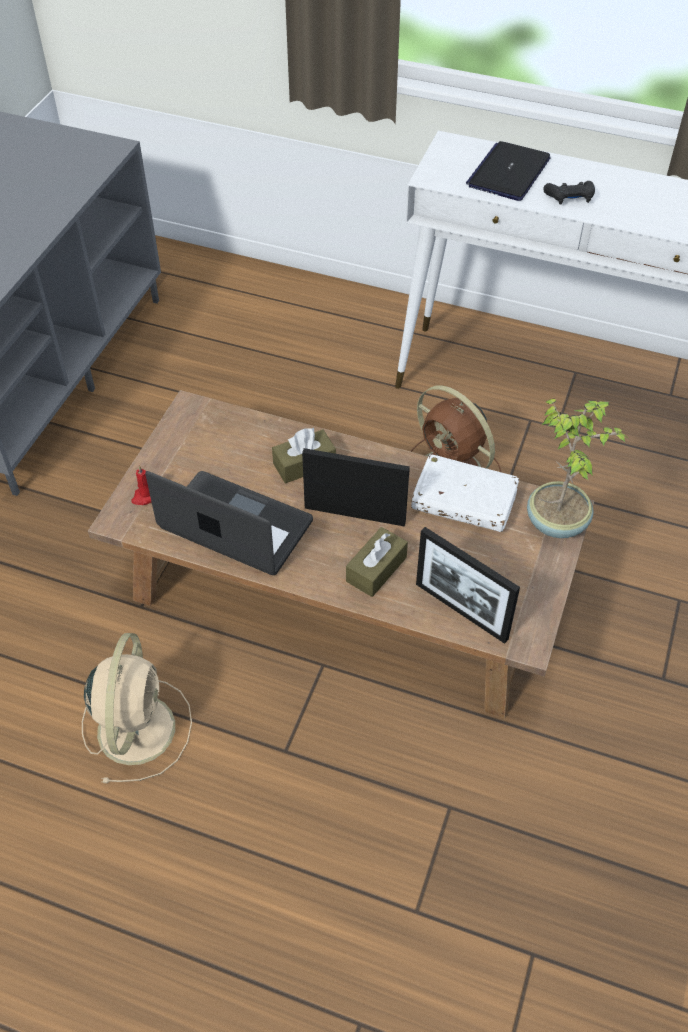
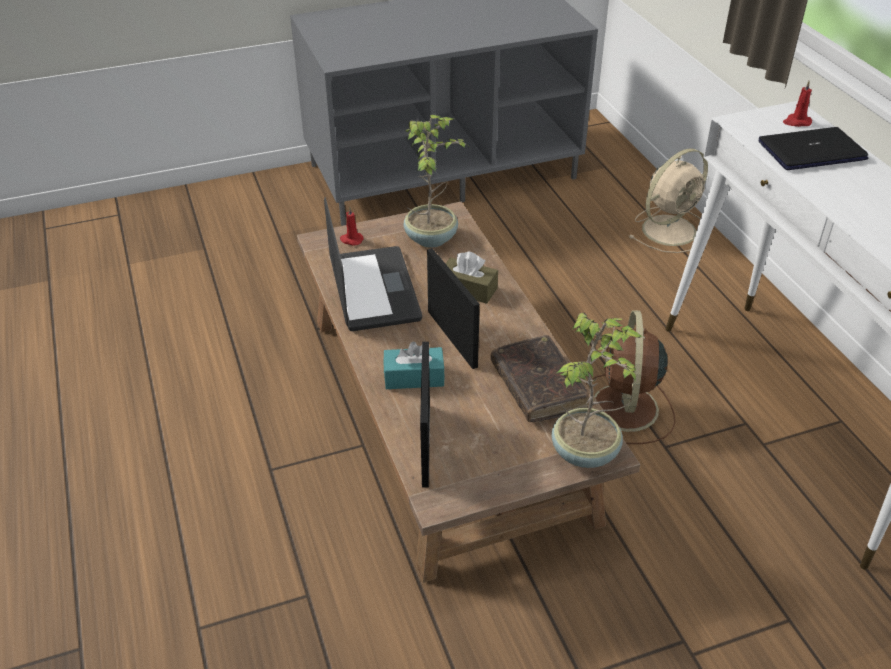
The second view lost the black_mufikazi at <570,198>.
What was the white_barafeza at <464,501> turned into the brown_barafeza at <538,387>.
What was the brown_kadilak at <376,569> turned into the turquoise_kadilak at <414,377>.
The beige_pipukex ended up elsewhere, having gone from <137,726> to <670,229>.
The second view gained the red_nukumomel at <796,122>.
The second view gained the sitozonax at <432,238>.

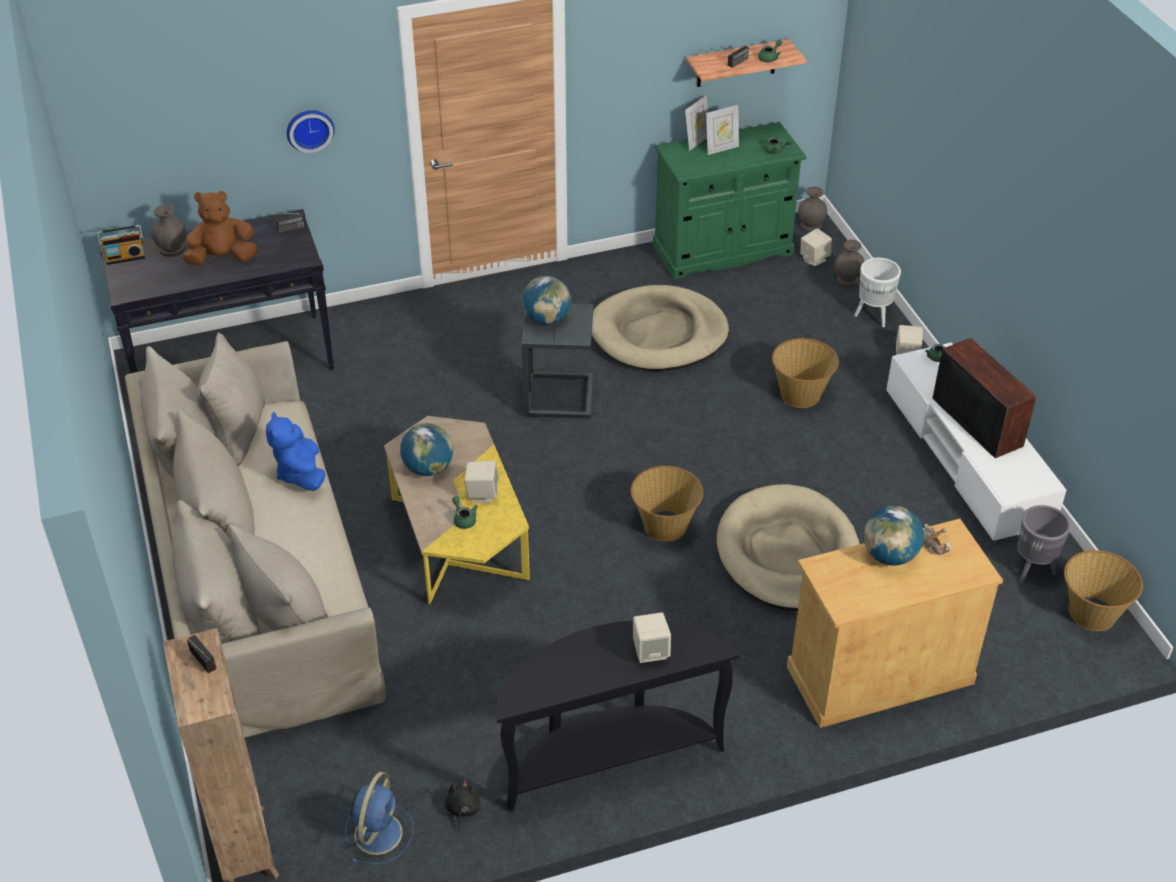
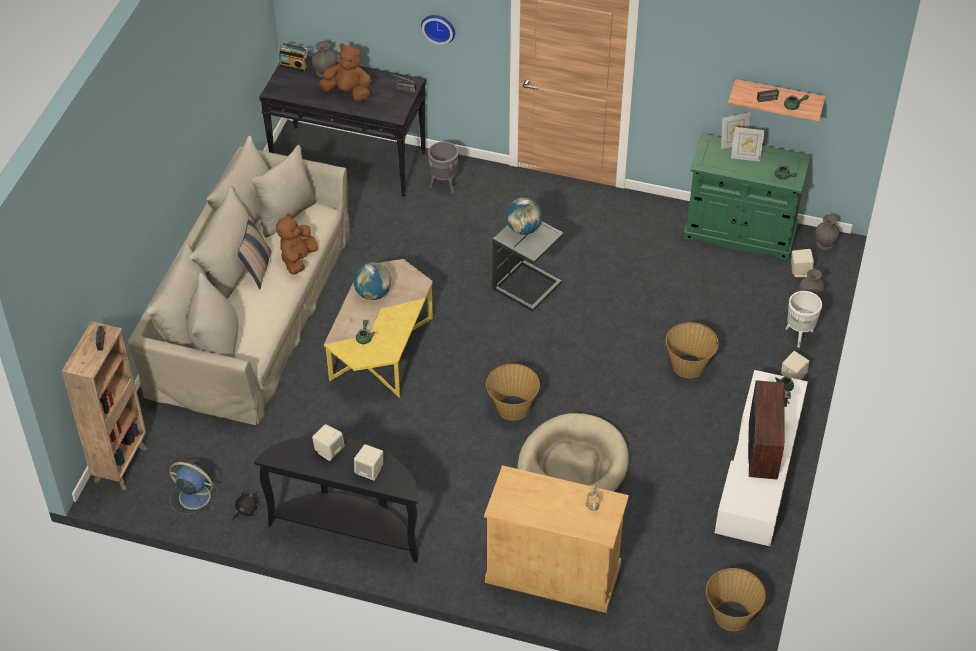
The second view lost the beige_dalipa at <659,334>.
What was the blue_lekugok at <301,474> turned into the brown_lekugok at <298,259>.
The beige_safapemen ended up elsewhere, having gone from <482,494> to <329,451>.
The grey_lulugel ended up elsewhere, having gone from <1033,570> to <443,185>.
The second view lost the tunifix at <889,556>.
The blue_pipukex at <379,832> ended up facing another way, 120 degrees counterclockwise from before.
The second view gained the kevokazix at <257,269>.

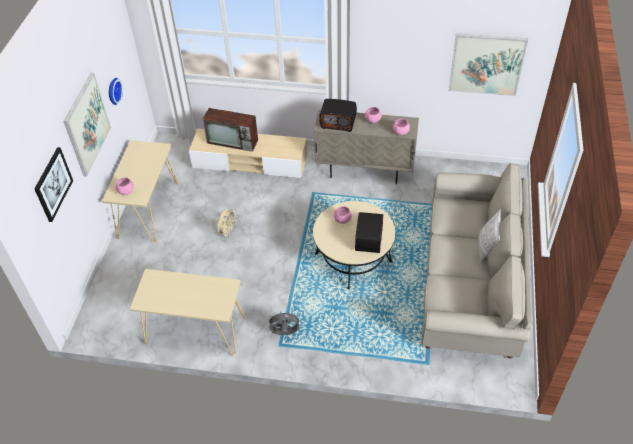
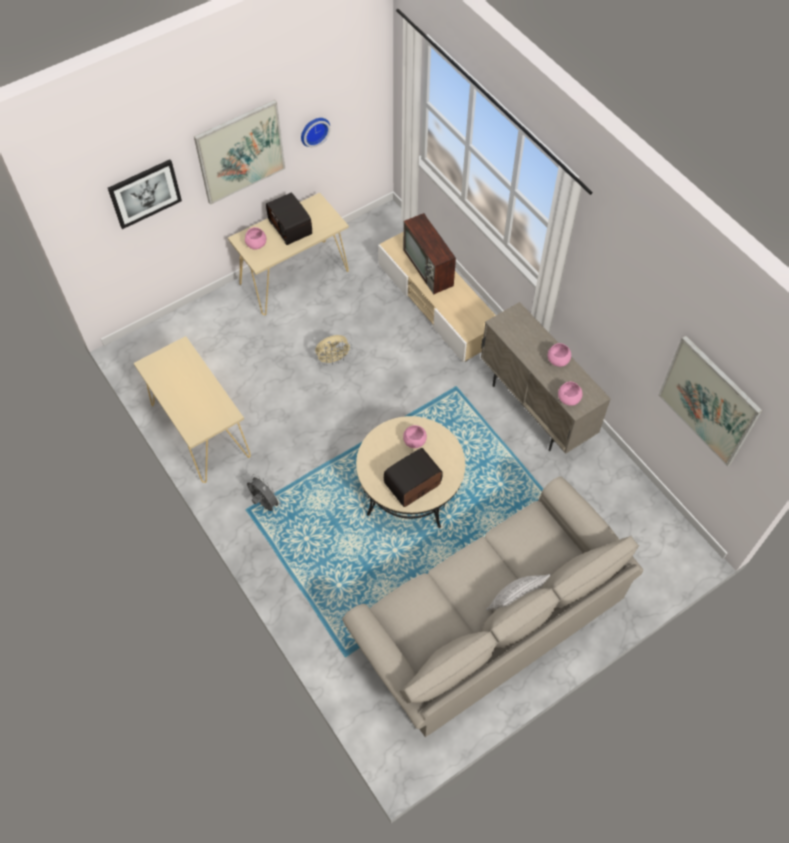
The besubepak ended up elsewhere, having gone from <338,122> to <291,227>.

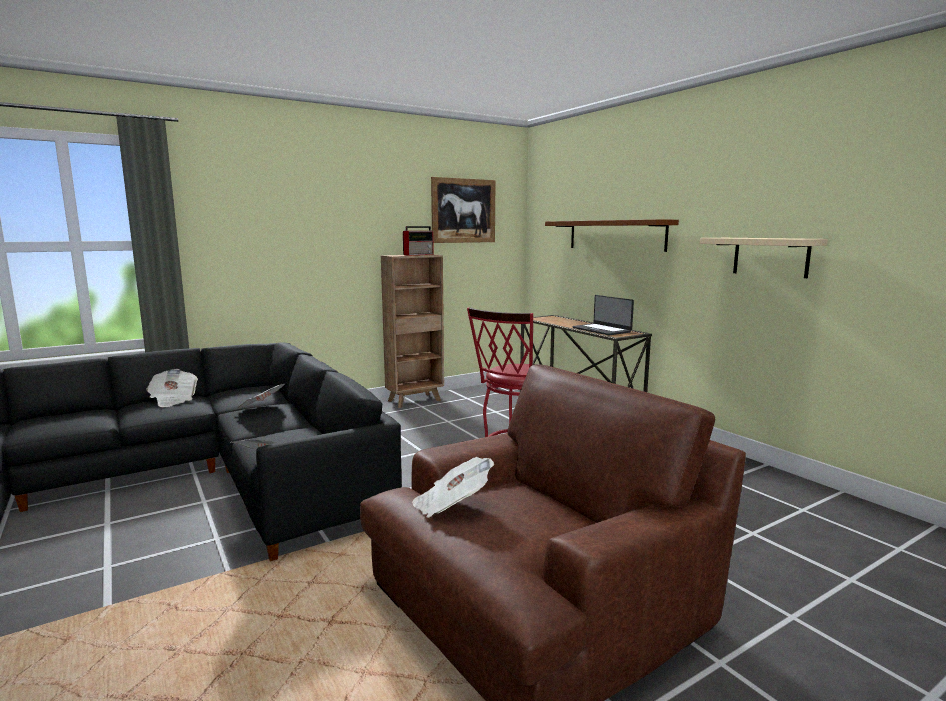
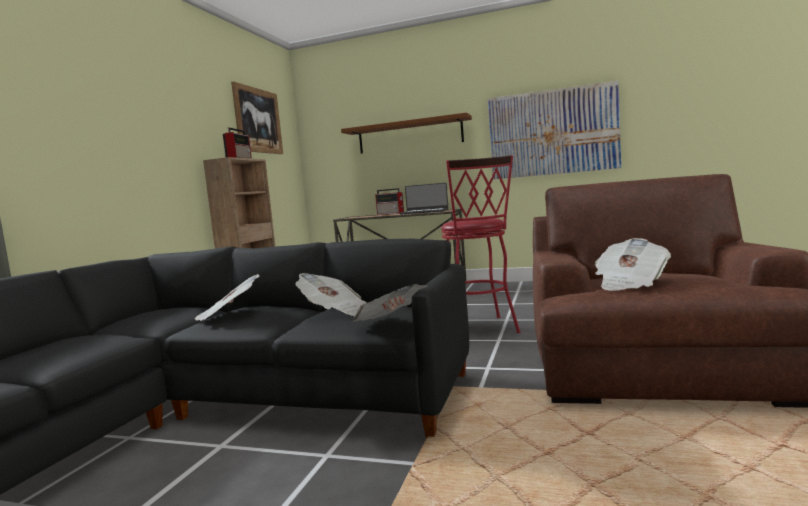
Where the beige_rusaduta hung at <770,257>, the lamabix came to hang at <552,132>.
The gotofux ended up elsewhere, having gone from <173,400> to <334,312>.
The second view gained the besubepak at <391,214>.

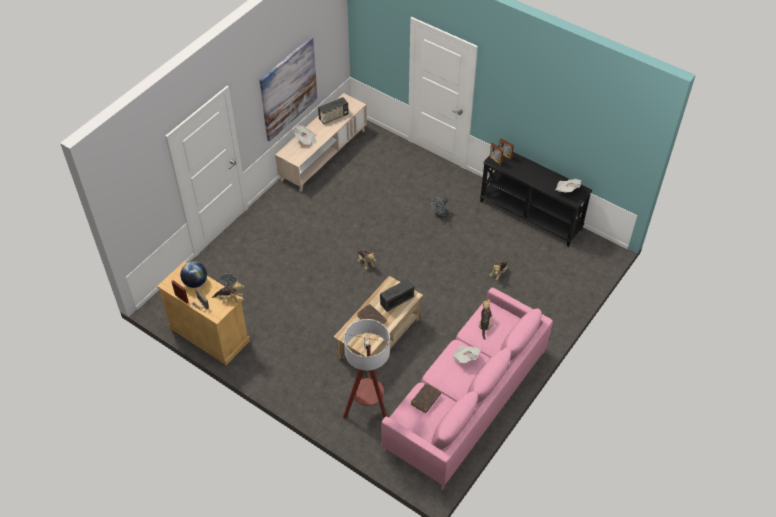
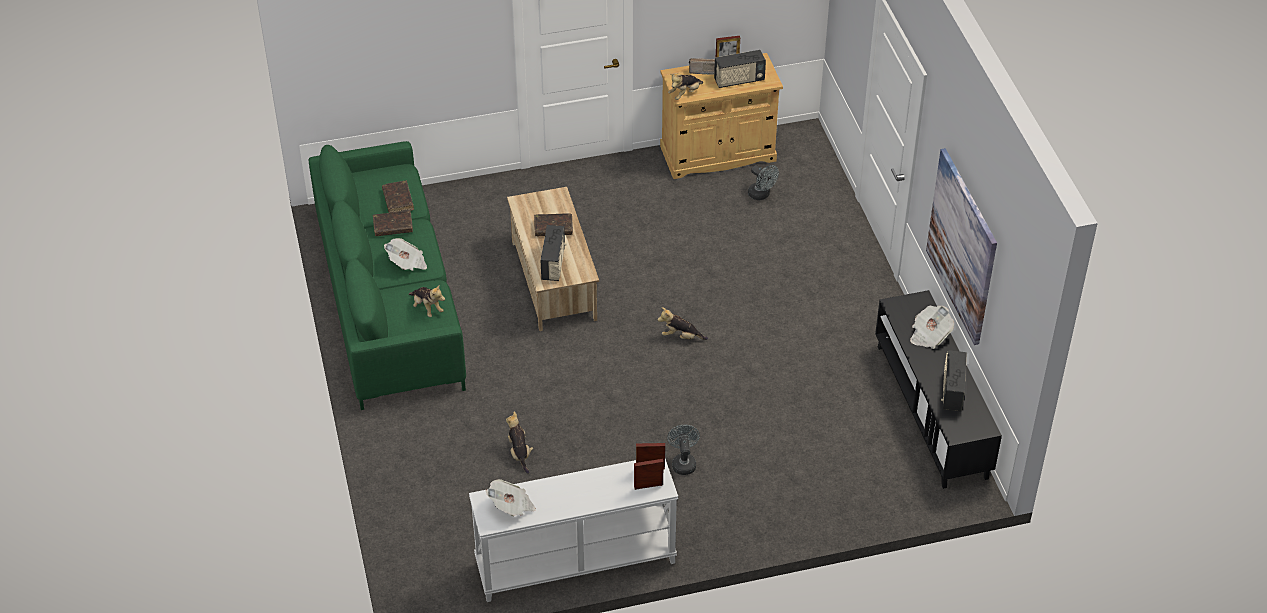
What was the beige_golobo at <323,155> turned into the black_golobo at <931,410>.
What was the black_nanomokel at <531,215> turned into the white_nanomokel at <575,563>.
Where the tunifix stood at <195,282>, the besubepak came to stand at <739,80>.
What was the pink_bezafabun at <466,399> turned into the green_bezafabun at <390,300>.
The second view lost the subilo at <368,411>.
The second view gained the brown_barafeza at <393,227>.

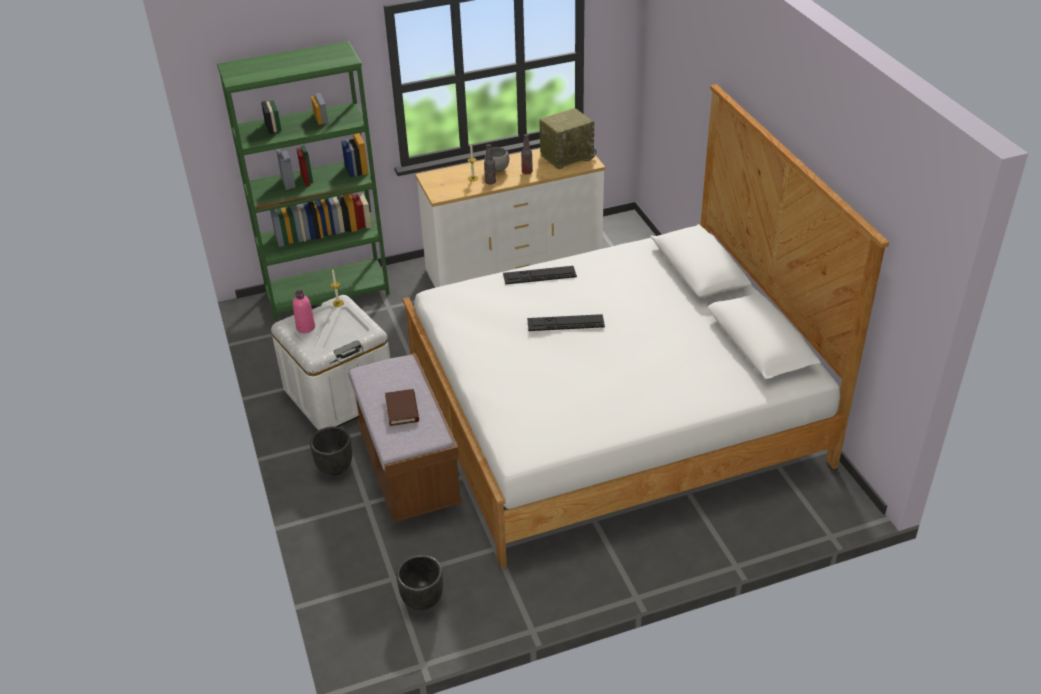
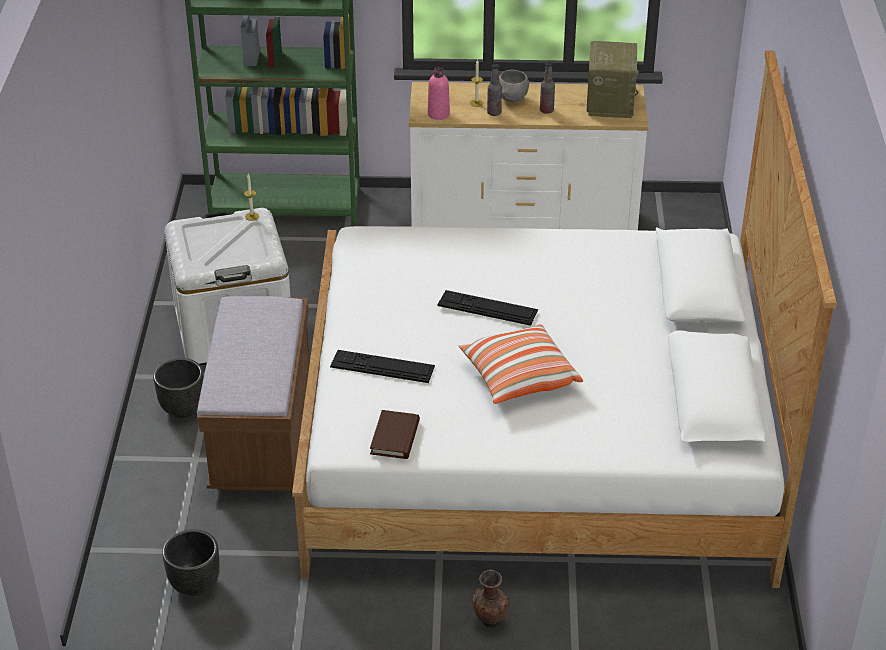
The besubepak at <567,156> ended up facing another way, 75 degrees counterclockwise from before.
The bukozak ended up elsewhere, having gone from <539,275> to <382,366>.
The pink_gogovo ended up elsewhere, having gone from <305,327> to <438,114>.
The brown_barafeza ended up elsewhere, having gone from <402,409> to <395,437>.
The second view gained the kevokazix at <519,377>.
The second view gained the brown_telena at <489,623>.

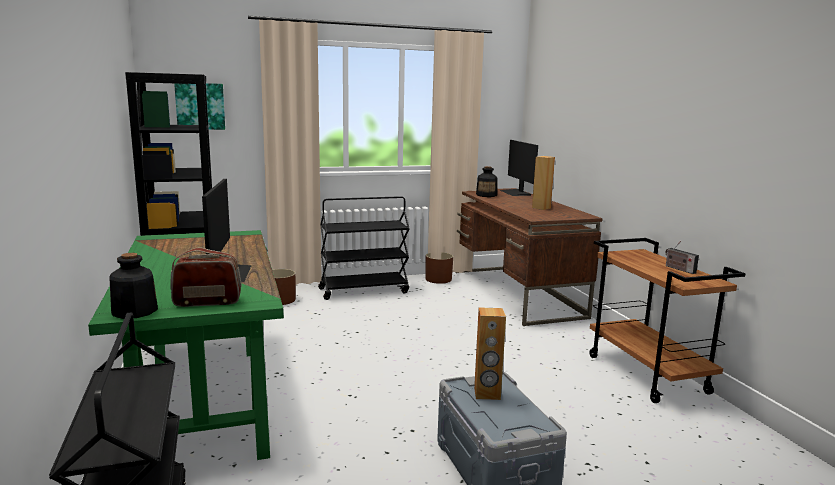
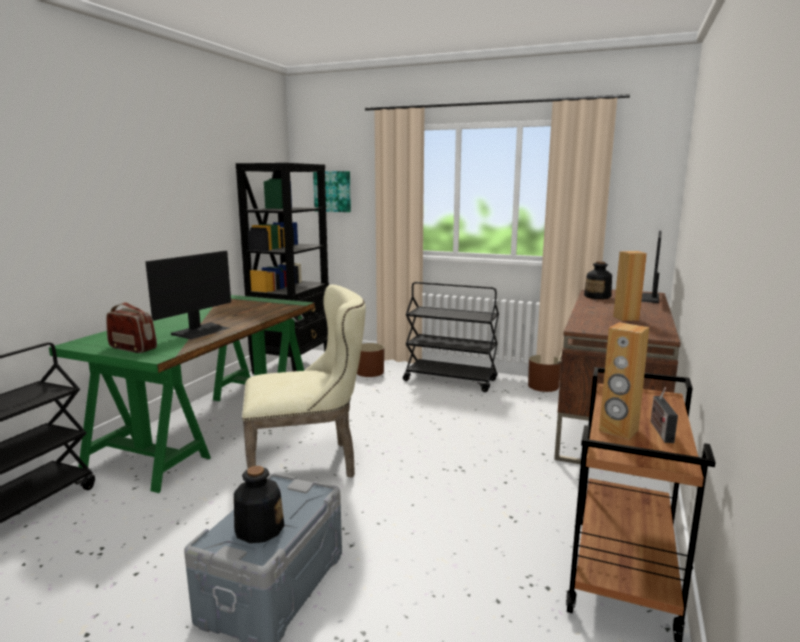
The gogovo ended up elsewhere, having gone from <134,311> to <259,529>.
The brown_safapemen ended up elsewhere, having gone from <487,394> to <618,430>.
The second view gained the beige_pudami at <308,463>.

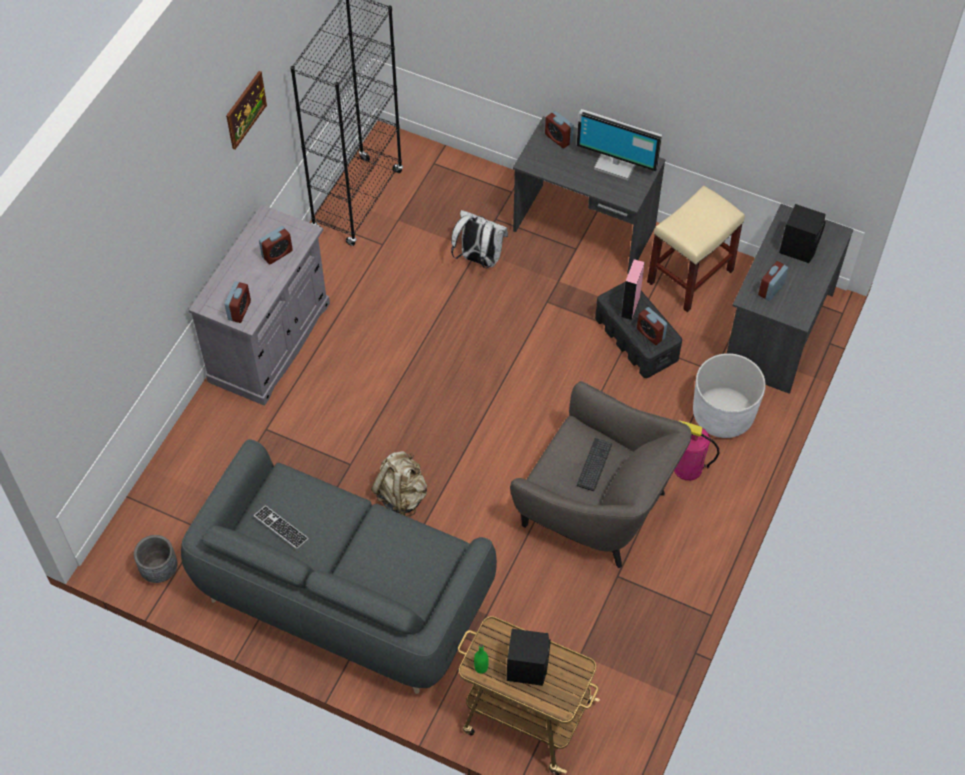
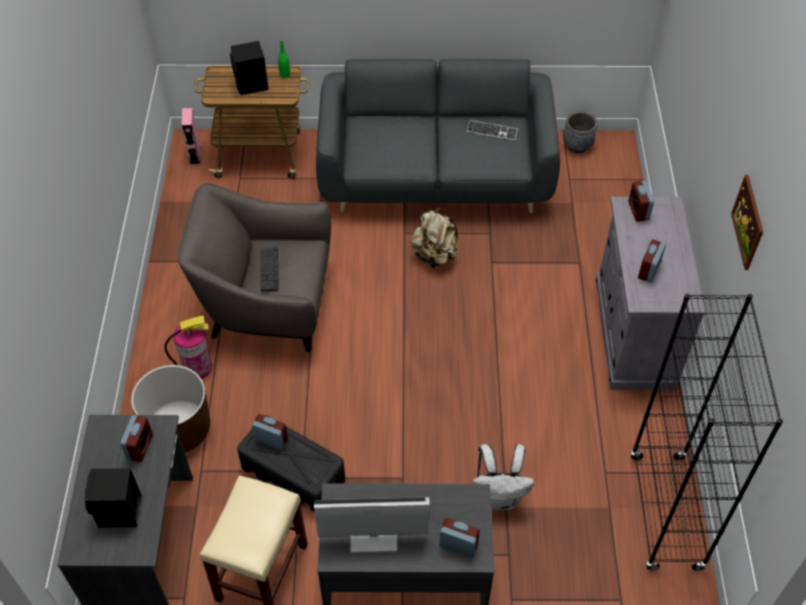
The pink_safapemen ended up elsewhere, having gone from <630,307> to <195,155>.
What was the white_lulugel at <723,415> turned into the brown_lulugel at <179,429>.

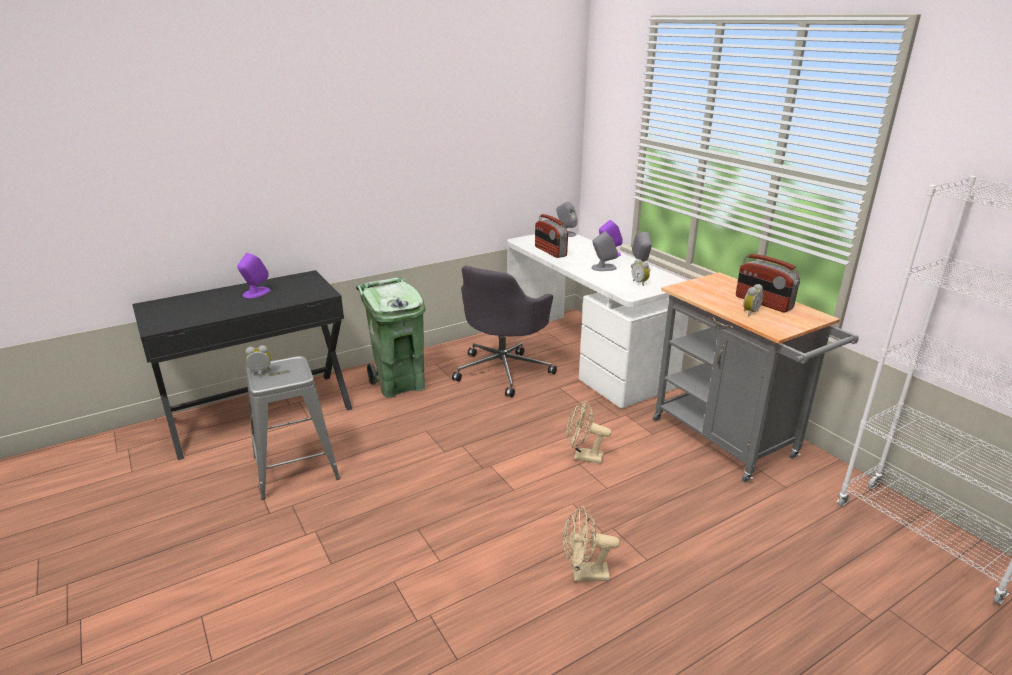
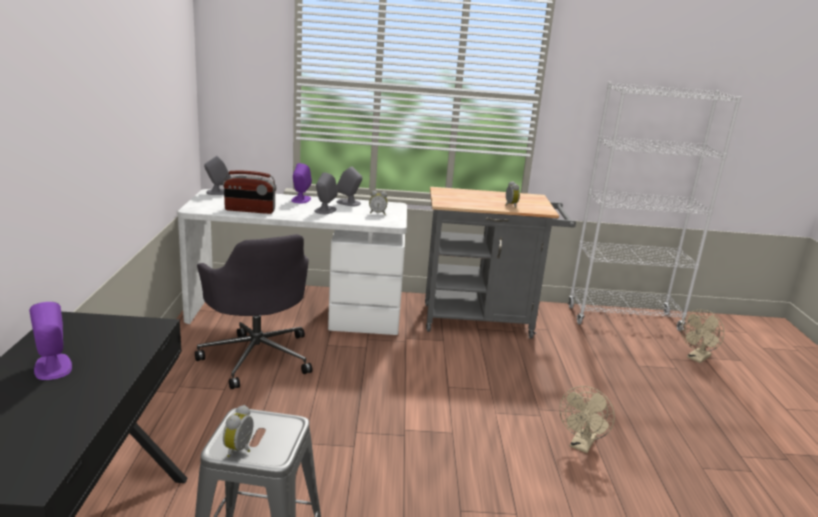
The second view lost the besubepak at <763,303>.
The second view lost the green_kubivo at <400,384>.
The beige_pipukex ended up elsewhere, having gone from <583,457> to <697,358>.

